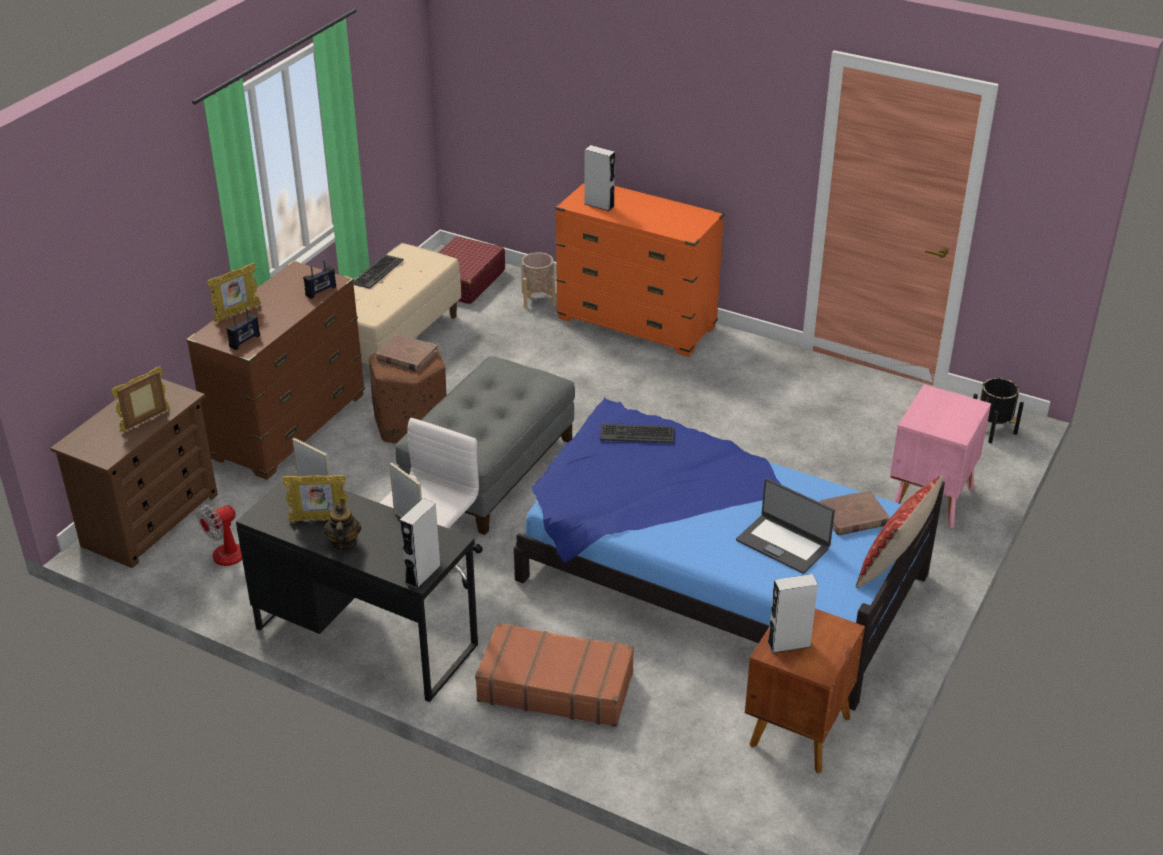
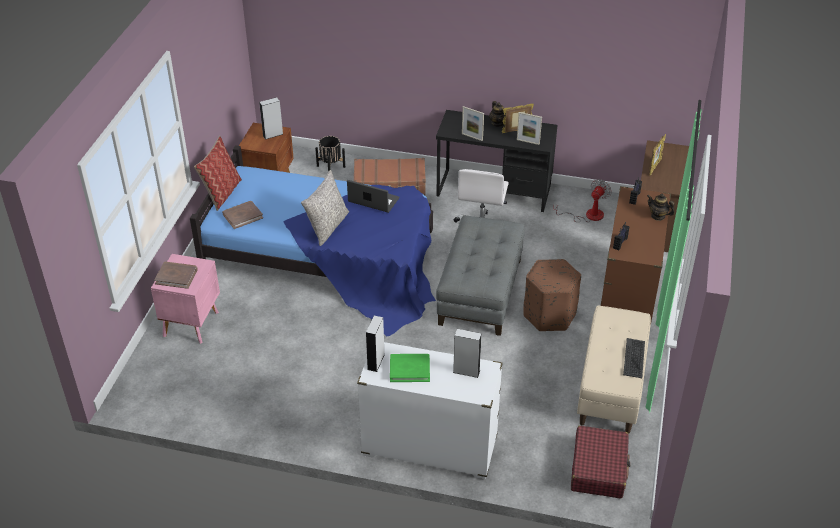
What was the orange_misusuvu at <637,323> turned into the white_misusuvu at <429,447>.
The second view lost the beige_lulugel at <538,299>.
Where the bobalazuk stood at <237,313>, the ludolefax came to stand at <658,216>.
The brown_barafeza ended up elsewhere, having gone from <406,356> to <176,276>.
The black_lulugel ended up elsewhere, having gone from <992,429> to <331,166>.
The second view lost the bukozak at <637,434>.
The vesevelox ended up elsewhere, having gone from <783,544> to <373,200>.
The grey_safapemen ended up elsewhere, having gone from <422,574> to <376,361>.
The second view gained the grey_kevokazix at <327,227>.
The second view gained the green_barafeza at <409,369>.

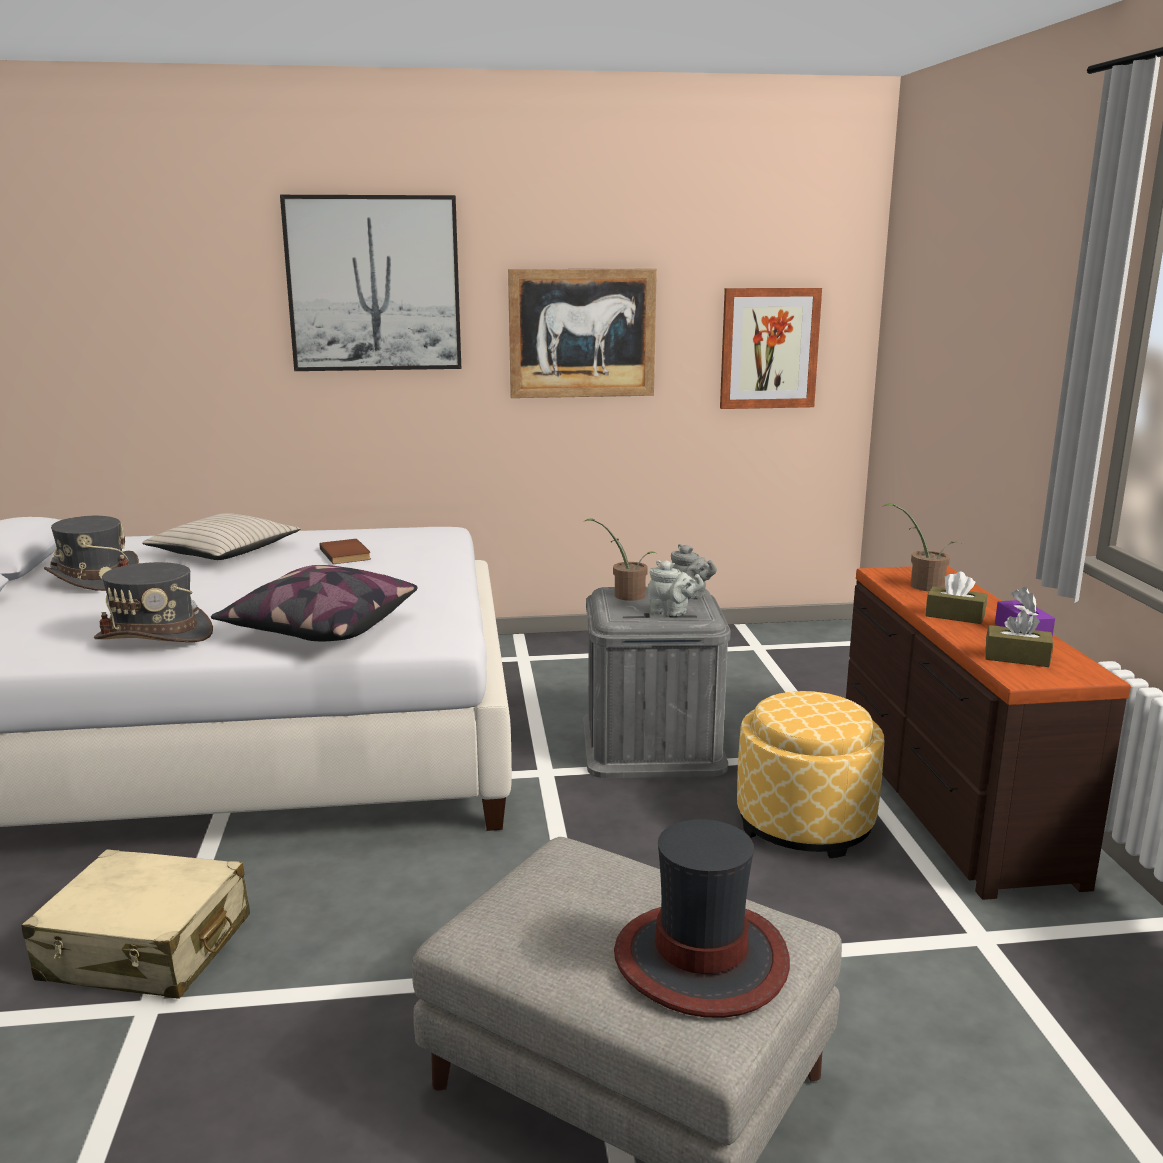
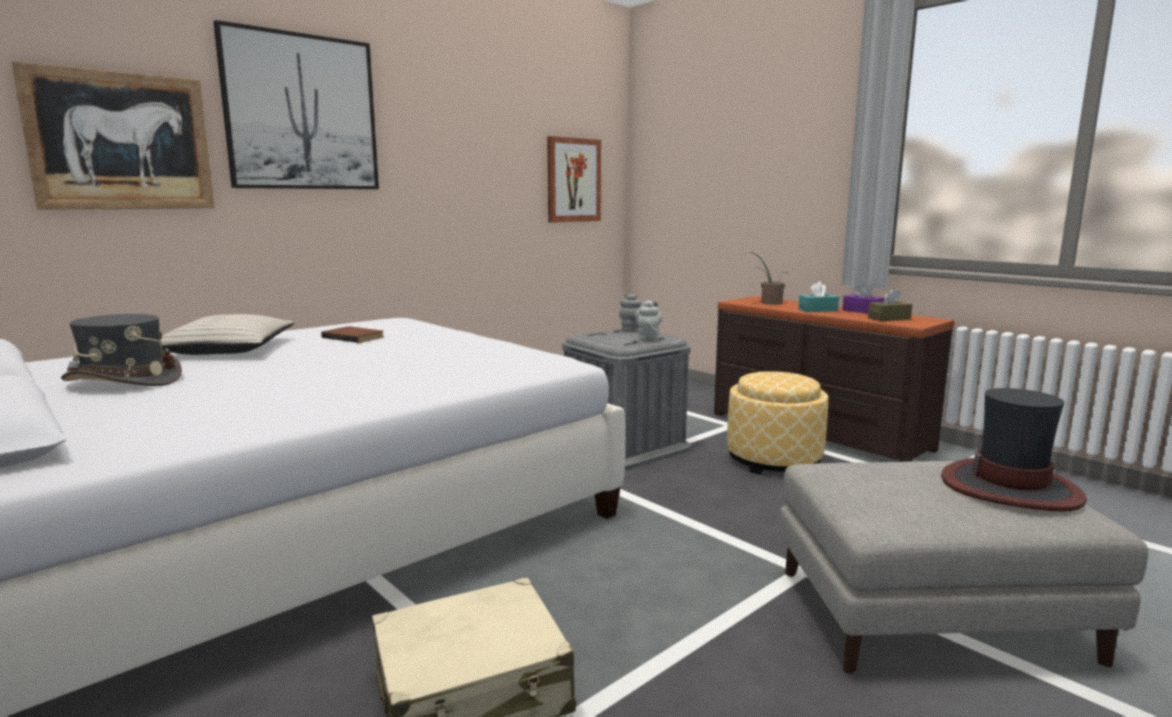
The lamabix ended up elsewhere, having gone from <582,333> to <121,141>.
The second view lost the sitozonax at <625,594>.
The grey_ludolefax at <671,612> ended up facing another way, 75 degrees counterclockwise from before.
The second view lost the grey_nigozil at <155,636>.
The second view lost the kevokazix at <319,629>.
What was the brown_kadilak at <955,616> turned into the turquoise_kadilak at <818,310>.

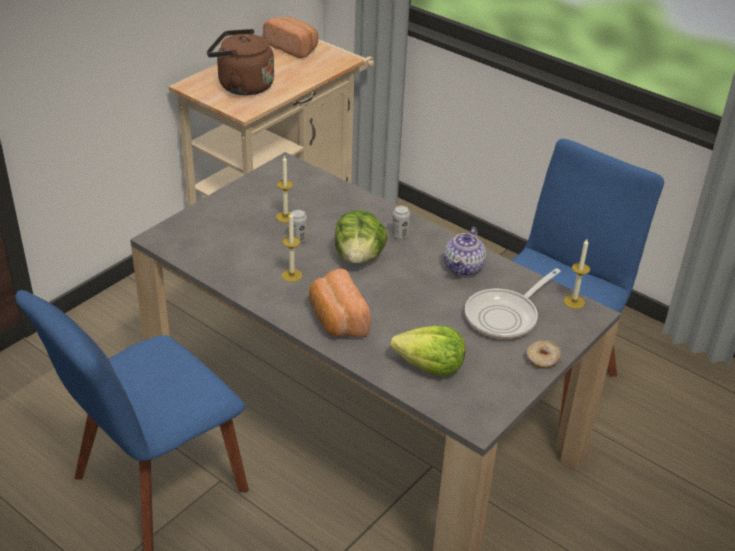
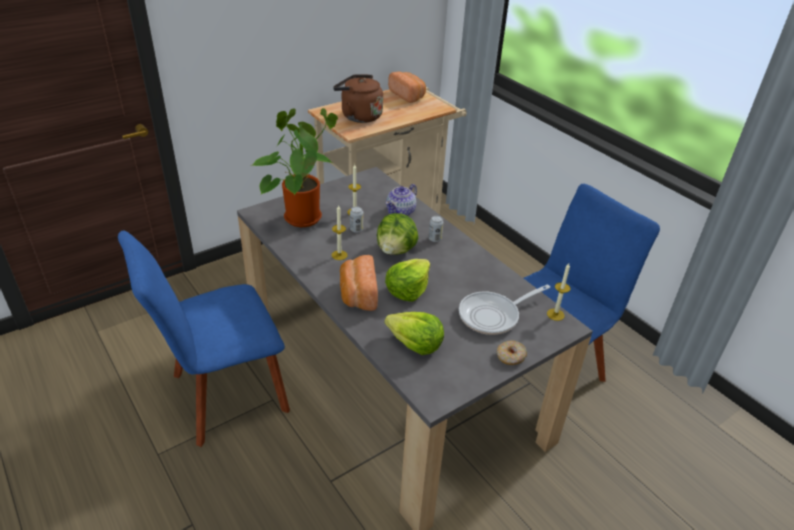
The ludolefax ended up elsewhere, having gone from <464,267> to <401,212>.
The second view gained the sitozonax at <301,216>.
The second view gained the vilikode at <407,290>.

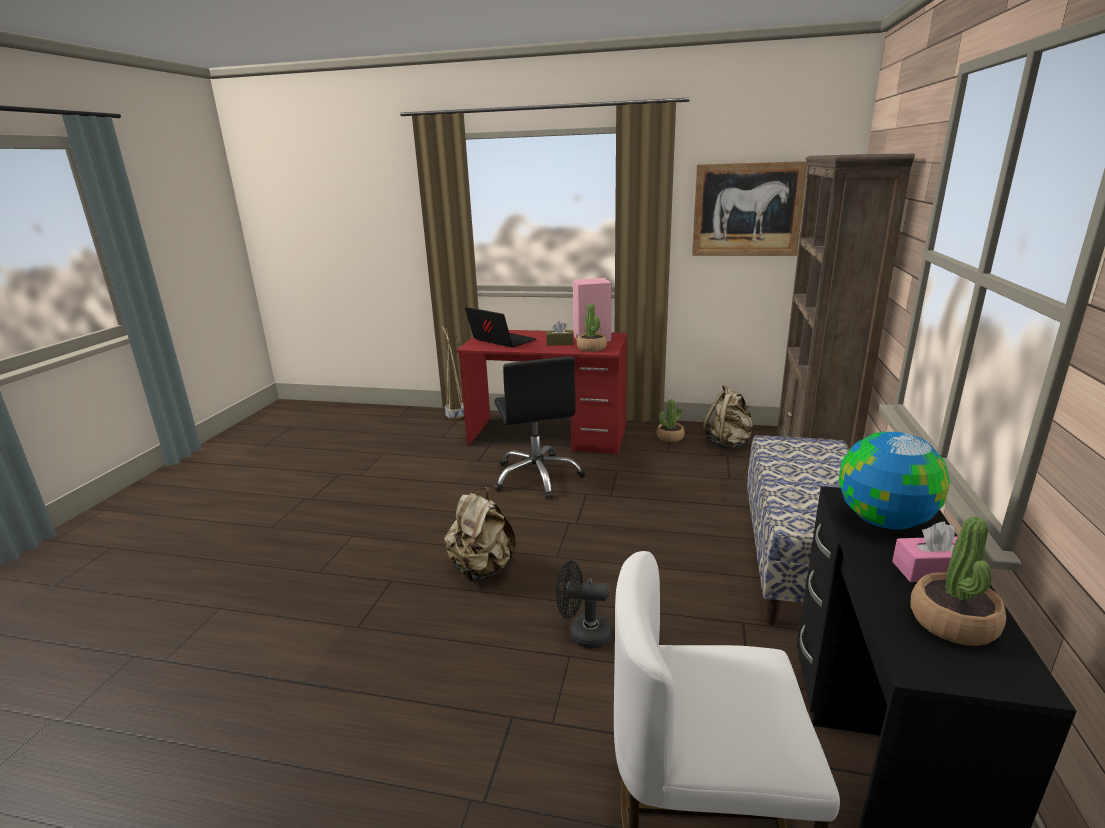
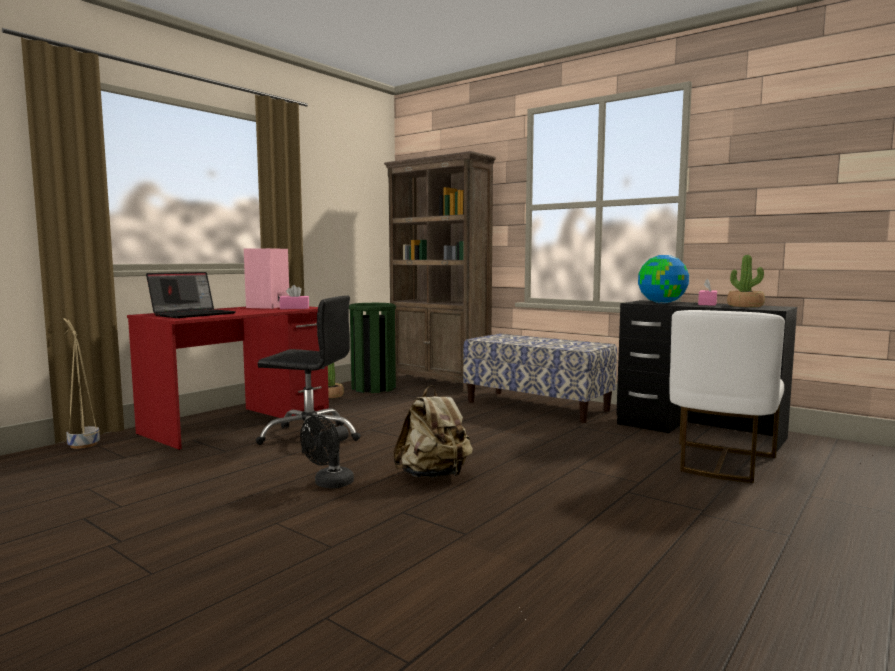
The second view lost the lamabix at <747,210>.
Where the sitozonax stood at <592,348>, the pink_kadilak came to stand at <294,308>.
The vesevelox at <500,341> ended up facing another way, 150 degrees clockwise from before.
The second view lost the brown_kadilak at <559,343>.
Where the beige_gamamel stood at <728,444>, the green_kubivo came to stand at <373,388>.
The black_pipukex ended up elsewhere, having gone from <583,634> to <329,484>.

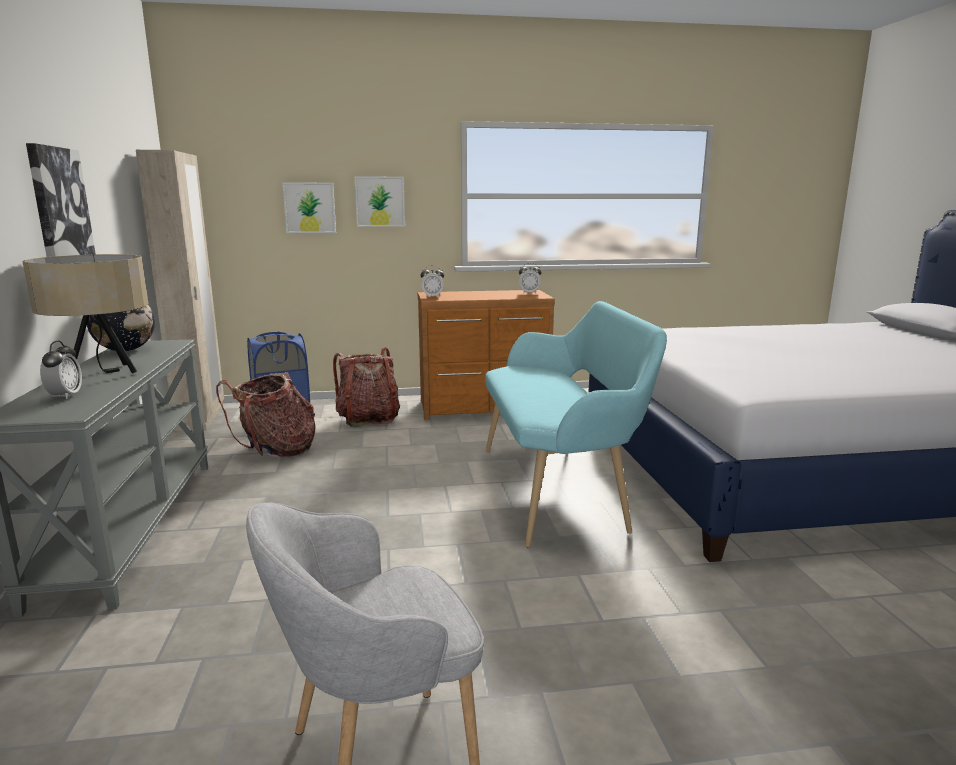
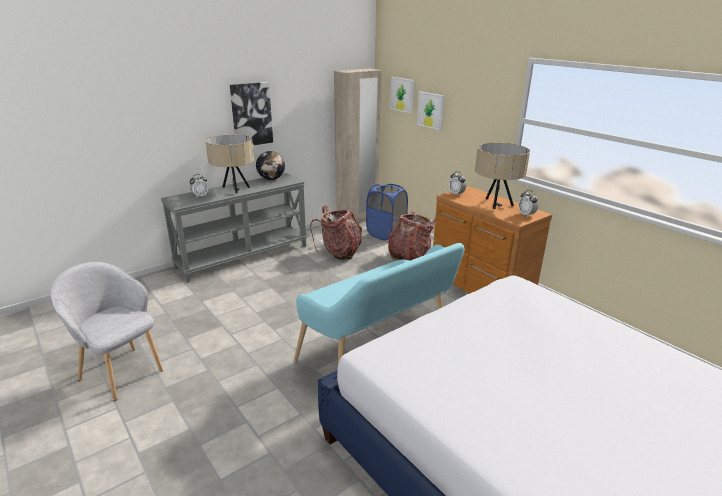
The lamabix ended up elsewhere, having gone from <380,201> to <402,94>.
The second view gained the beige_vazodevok at <495,204>.

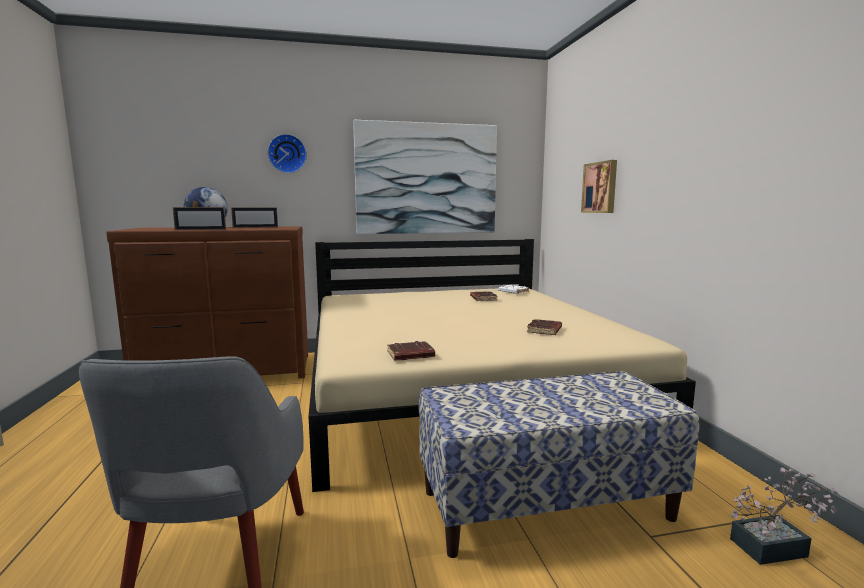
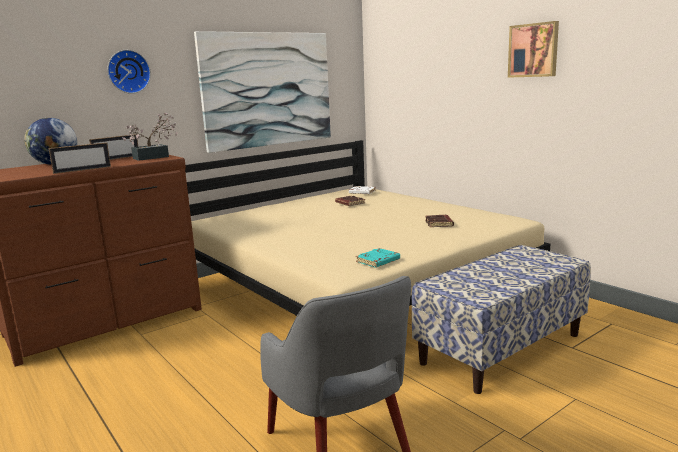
The lamabix ended up elsewhere, having gone from <600,187> to <533,50>.
What was the brown_barafeza at <410,355> turned into the turquoise_barafeza at <378,261>.
The sitozonax ended up elsewhere, having gone from <775,547> to <155,157>.

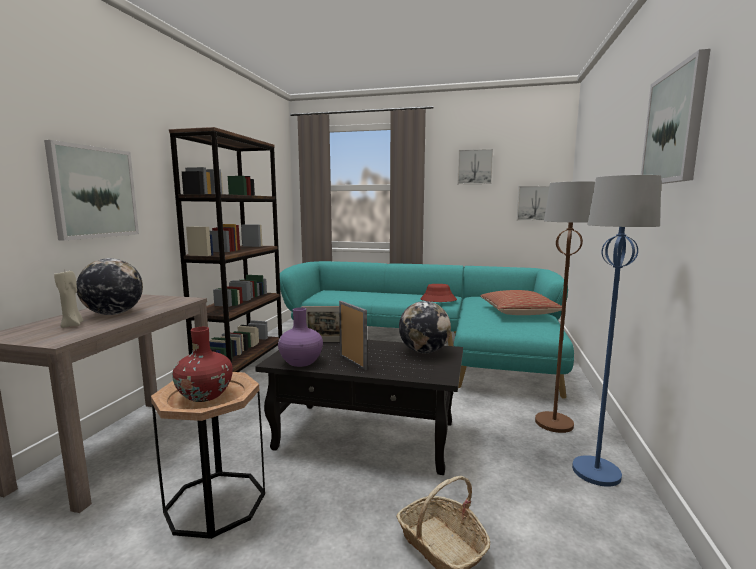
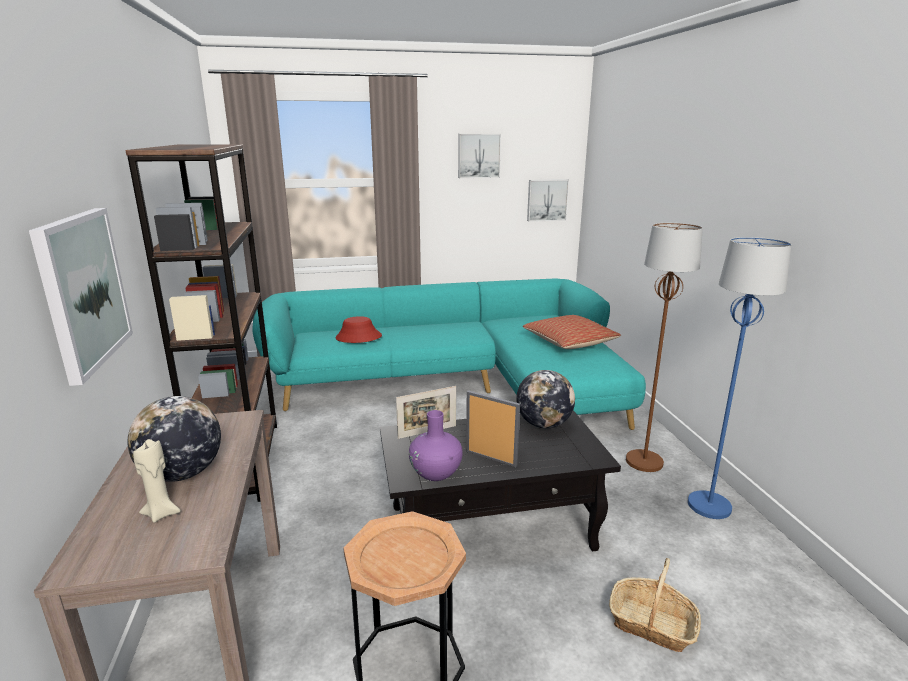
The second view lost the lamabix at <674,127>.
The red_nigozil ended up elsewhere, having gone from <438,300> to <358,337>.
The second view lost the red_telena at <205,395>.

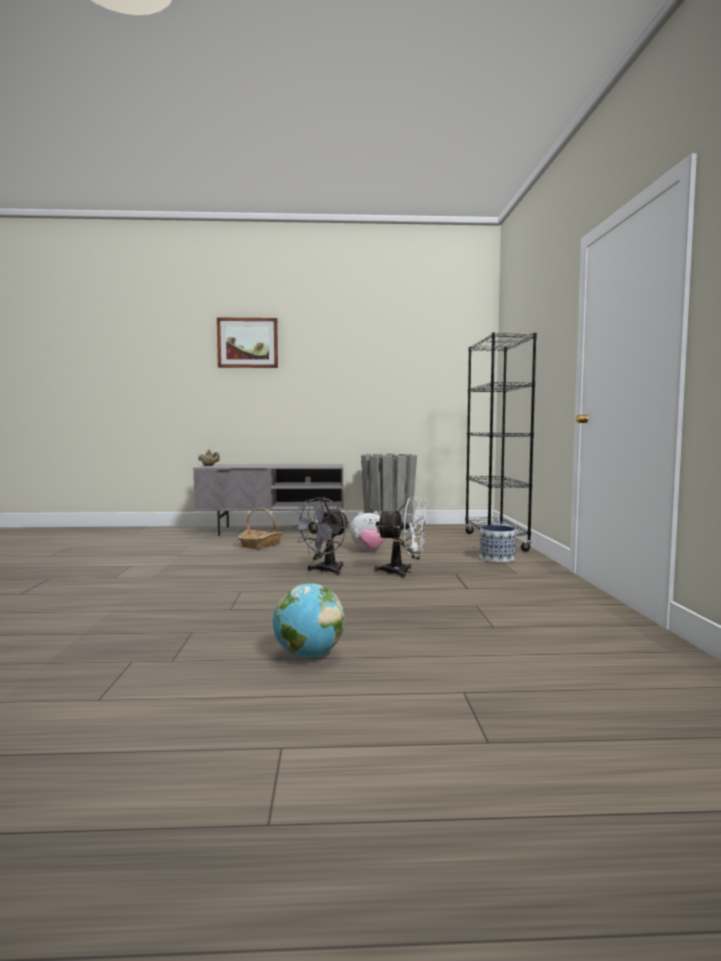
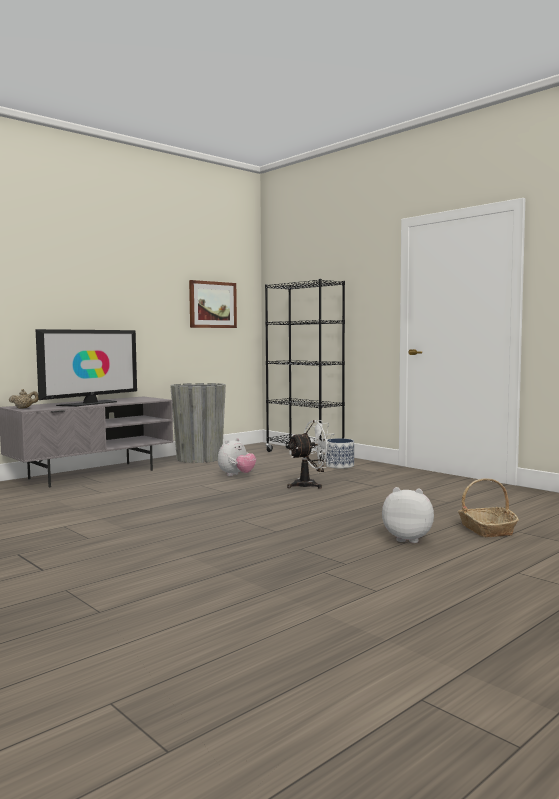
The lamabix ended up elsewhere, having gone from <247,343> to <212,304>.
The second view lost the grey_pipukex at <325,571>.
The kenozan ended up elsewhere, having gone from <261,545> to <486,529>.
Where the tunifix stood at <308,655>, the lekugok came to stand at <408,539>.
The second view gained the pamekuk at <90,403>.

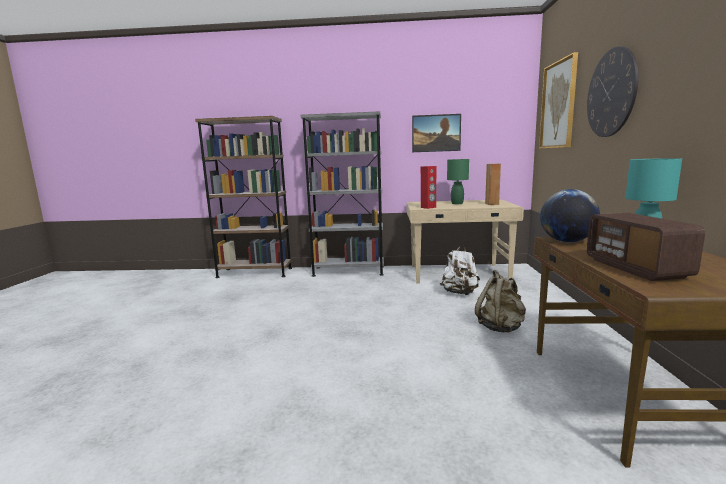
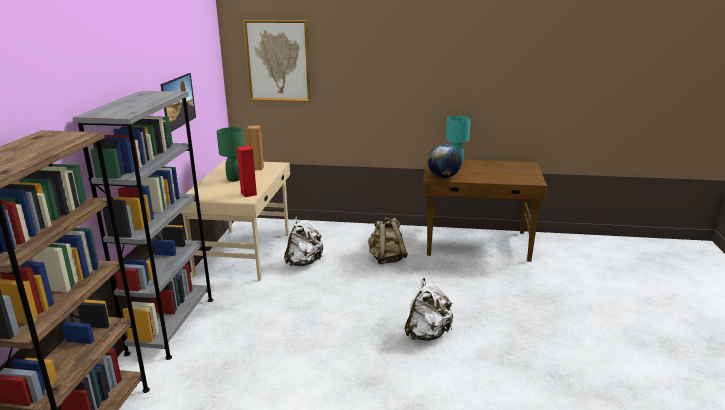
The second view lost the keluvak at <611,93>.
The second view lost the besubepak at <635,268>.
The second view gained the white_gamamel at <427,334>.

